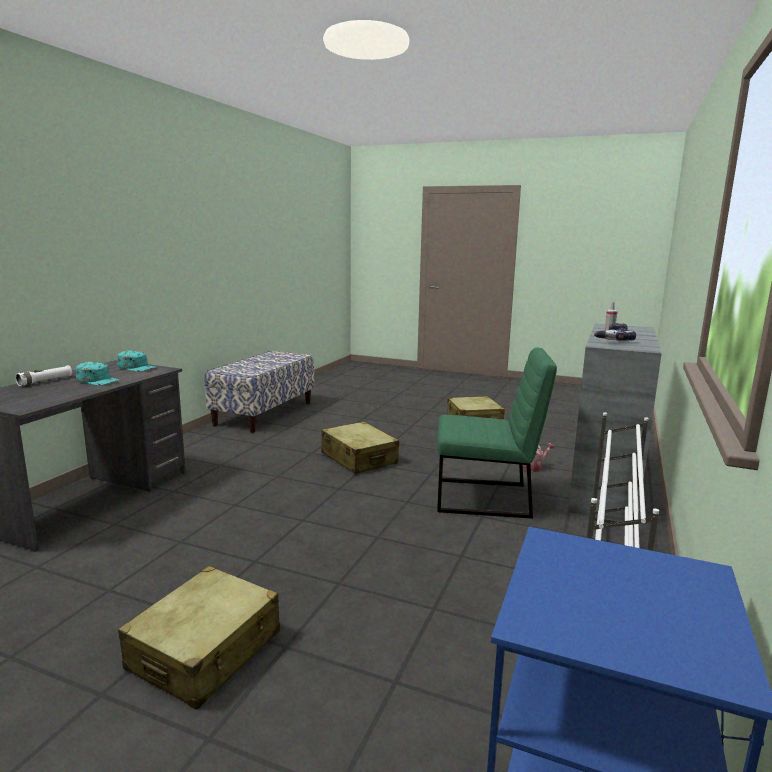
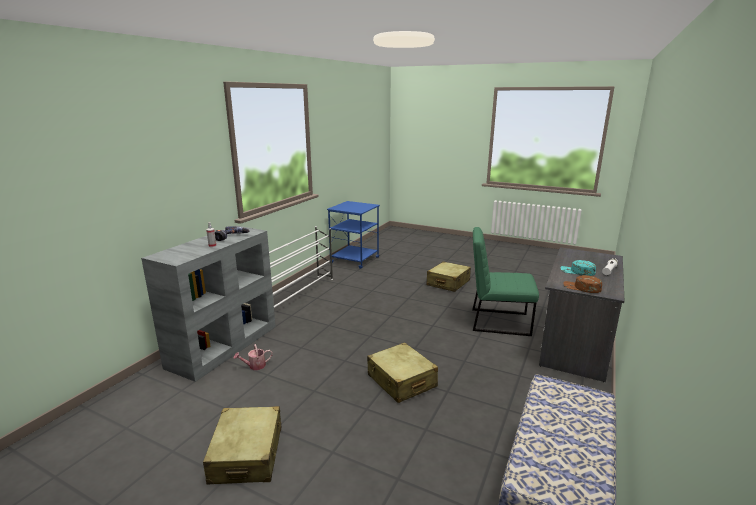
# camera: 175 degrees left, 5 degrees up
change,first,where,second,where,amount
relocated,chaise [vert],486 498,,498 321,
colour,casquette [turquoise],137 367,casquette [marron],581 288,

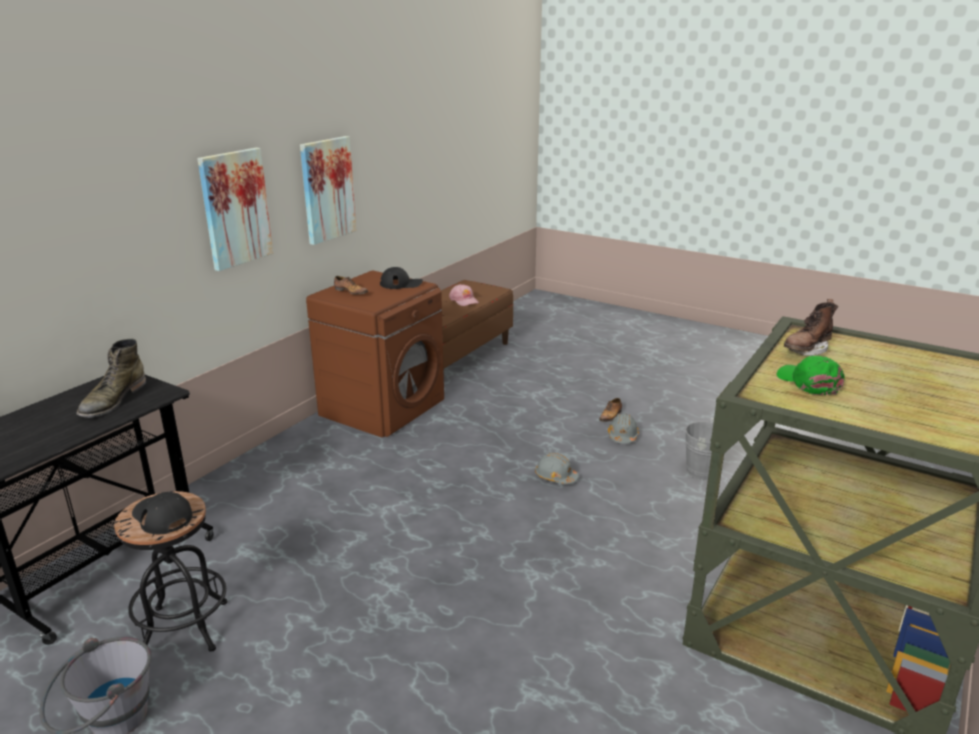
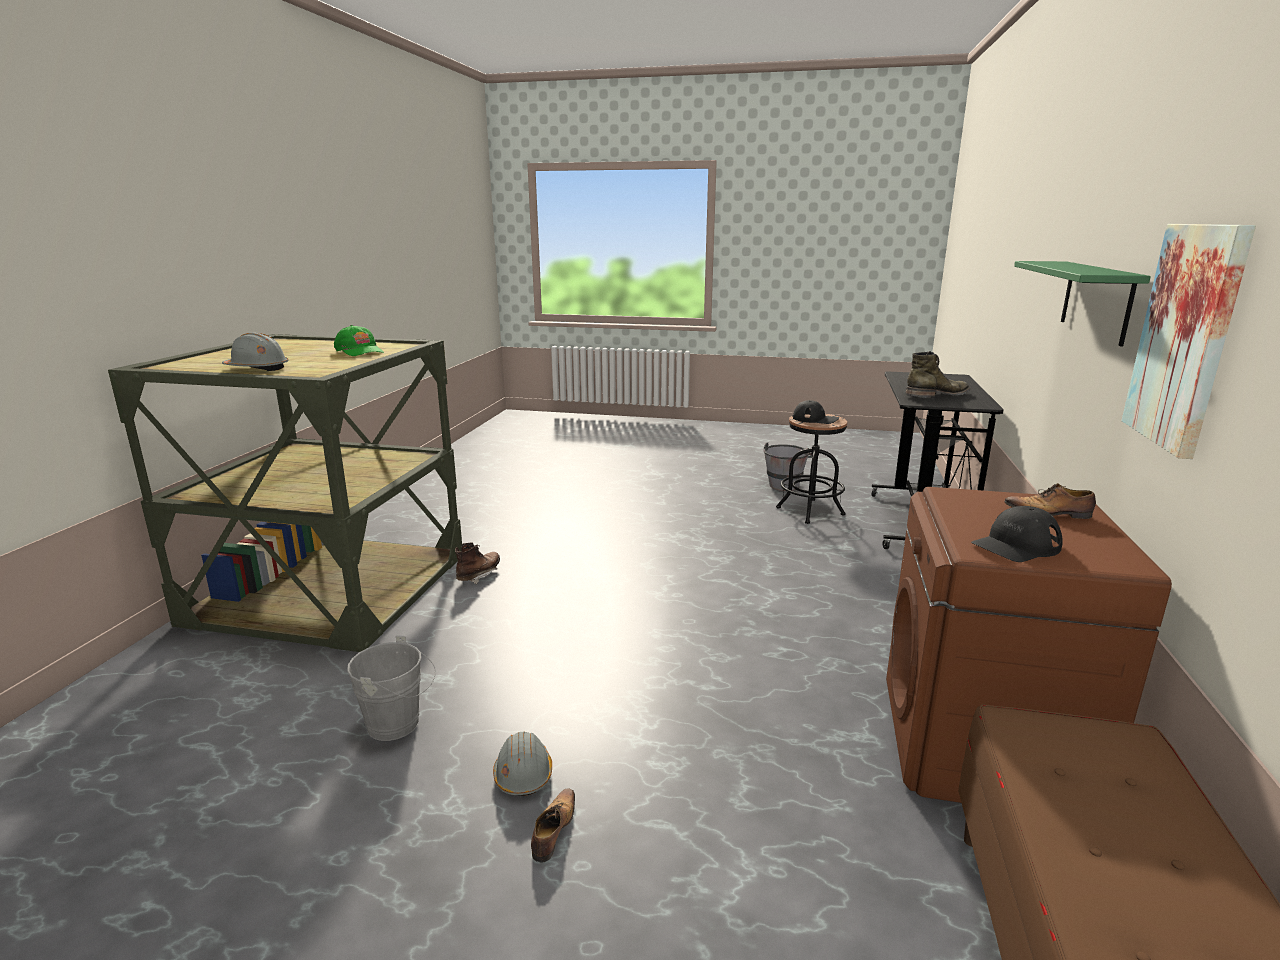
# camera: 160 degrees right, 5 degrees down
change,first,where,second,where,amount
missing,casquette [rose],464 300,,,
relocated,casque de chantier [gris],555 477,,257 368,
relocated,botte [marron],806 350,,479 575,
exchanged,tableau,235 208,étagère [vert],1096 300,
spun,botte [vert],113 400,,938 395,75 degrees clockwise

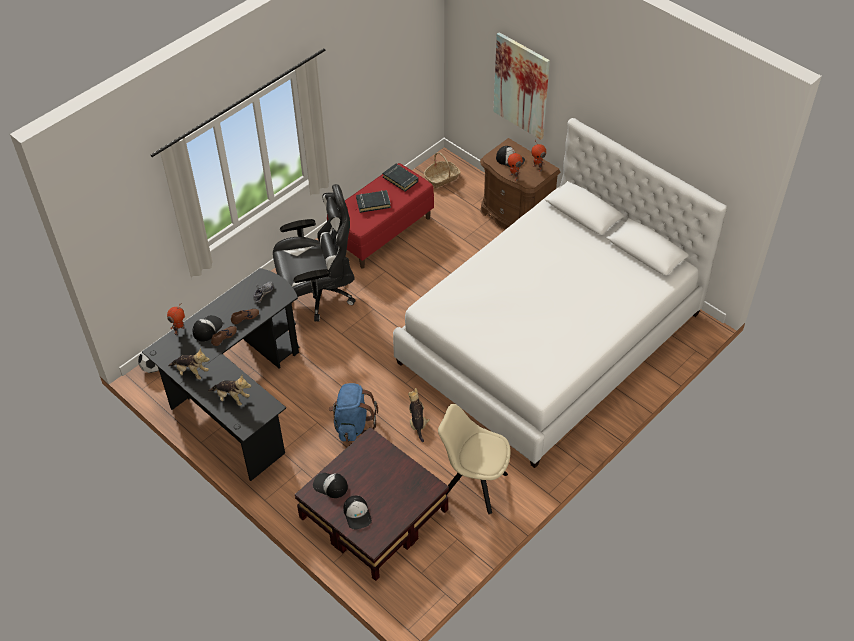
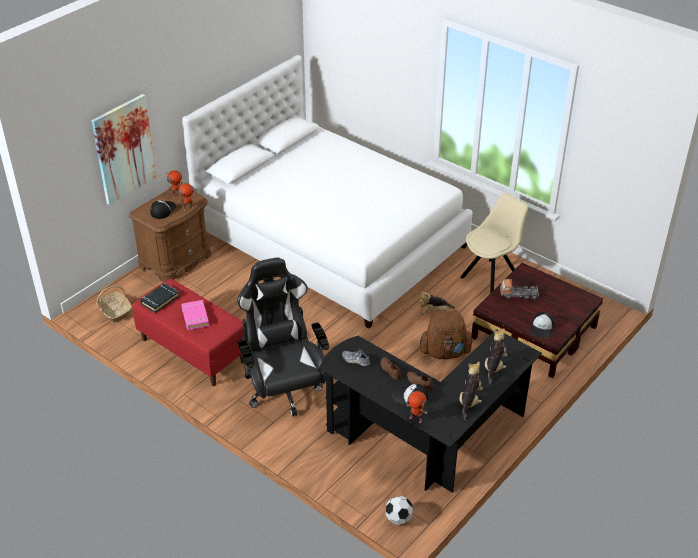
# camera: 95 degrees left, 10 degrees down
change,first,where,second,where,amount
missing,casquette,357 514,,,
appeared,,,camion jouet,519 294,
colour,sac à dos [bleu],353 425,sac à dos [marron],445 352,
colour,livre [noir],373 203,livre [rose],195 317,
spun,chaise [beige],473 485,,491 277,150 degrees counterclockwise

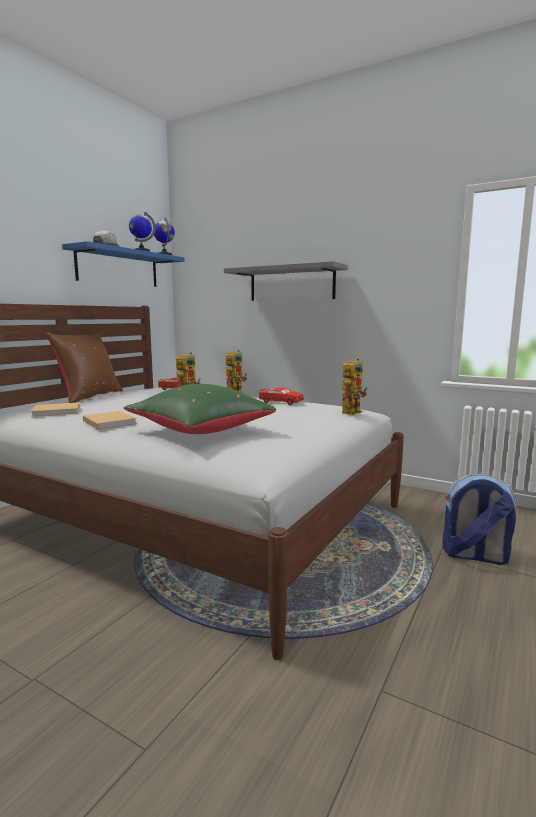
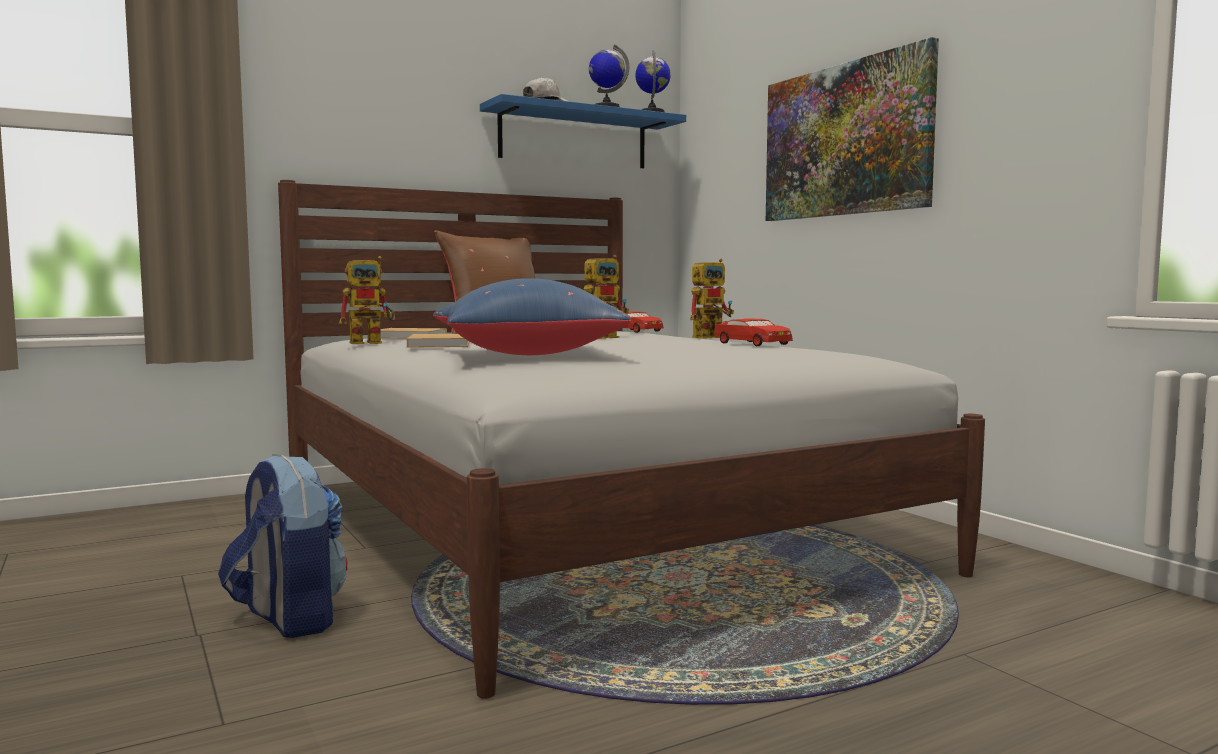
# camera: 30 degrees right, 5 degrees down
change,first,where,second,where,amount
relocated,robot jouet,352 411,,373 342,
relocated,sac à dos,474 556,,288 619,
exchanged,étagère [gris],291 284,tableau,845 140,
colour,coussin [vert],199 431,coussin [bleu],524 355,

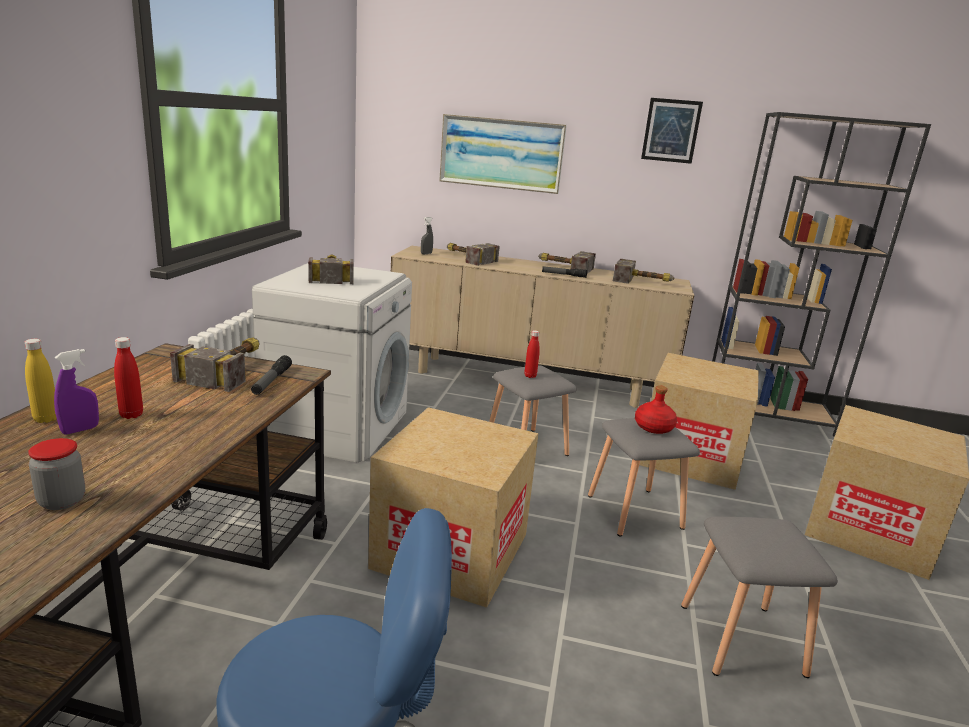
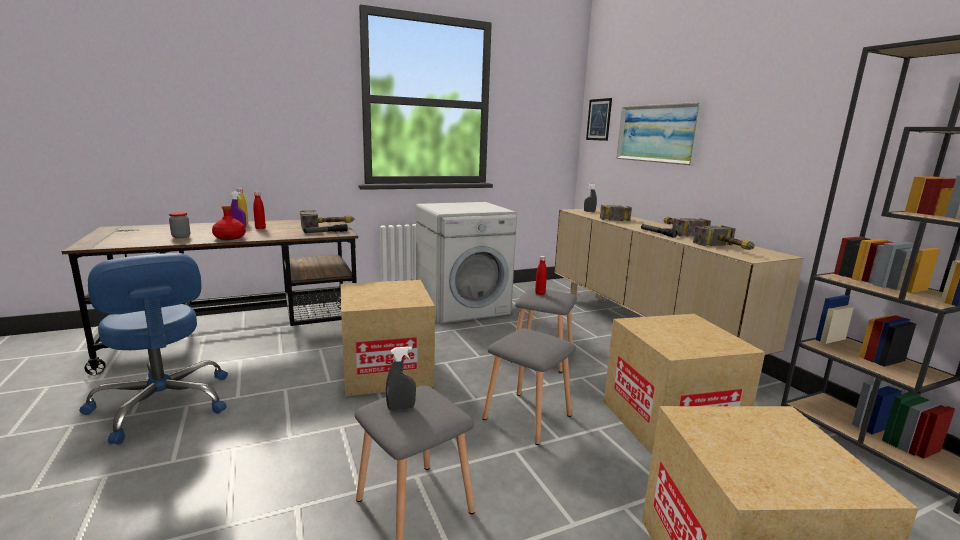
# camera: 55 degrees right, 5 degrees down
change,first,where,second,where,amount
missing,marteau,331 275,,,
appeared,,,vaporisateur [gris],401 408,
relocated,bouteille [rouge],654 427,,229 237,
relocated,tableau,671 130,,599 119,

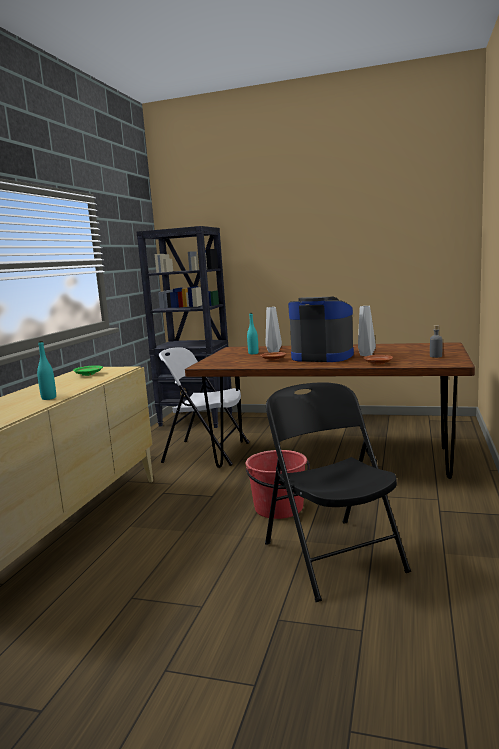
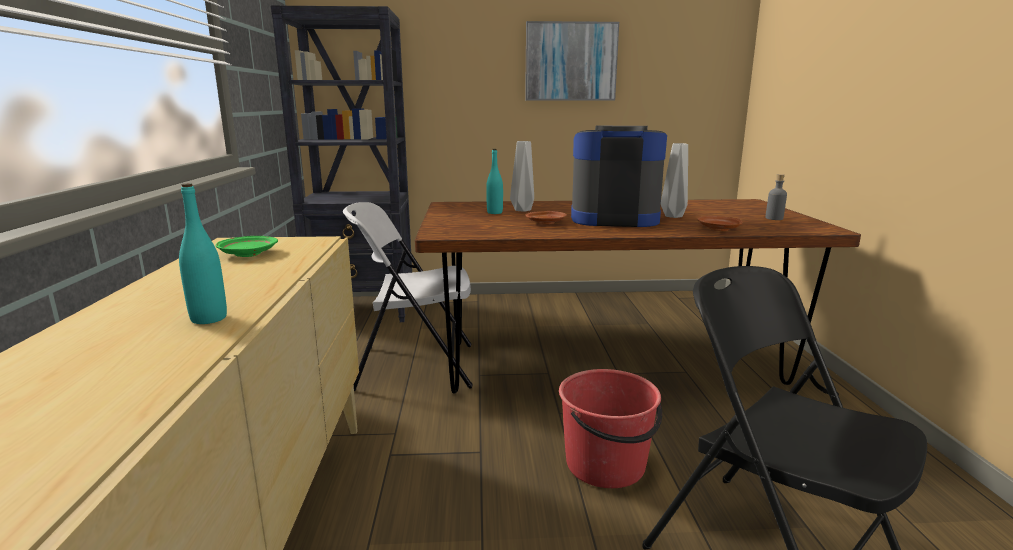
# camera: 20 degrees left, 5 degrees up
change,first,where,second,where,amount
appeared,,,tableau,570 62,

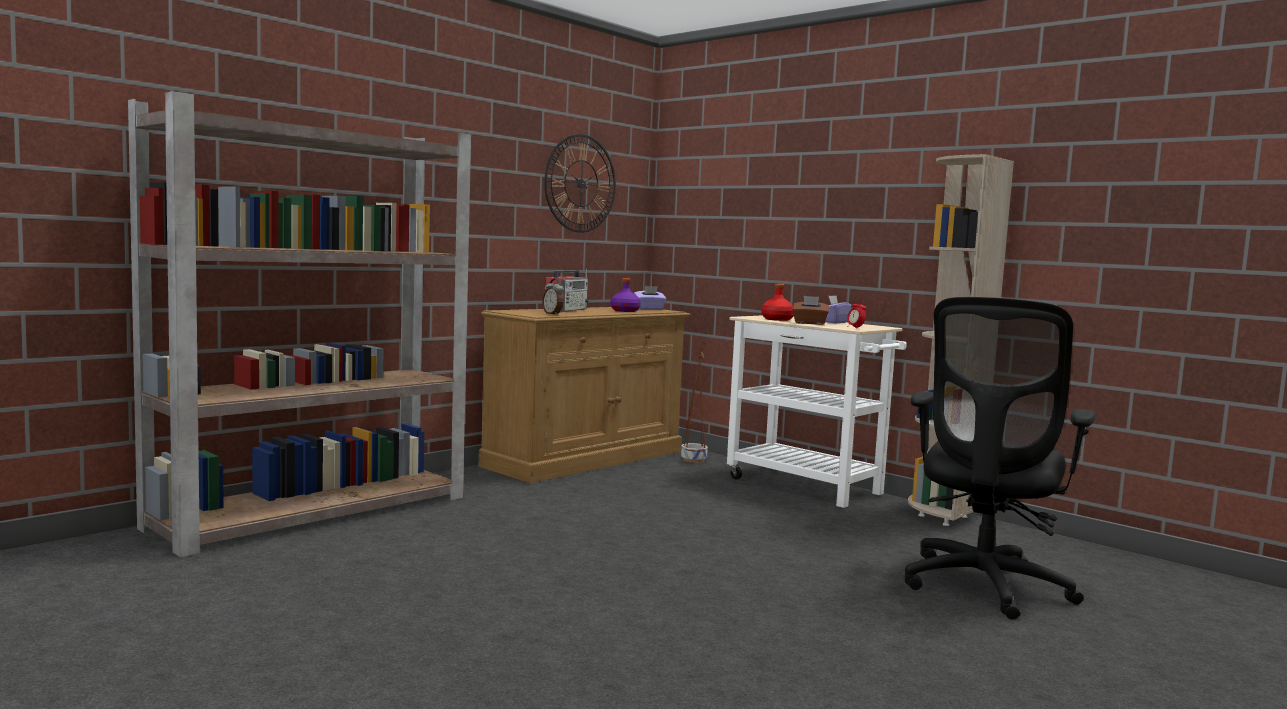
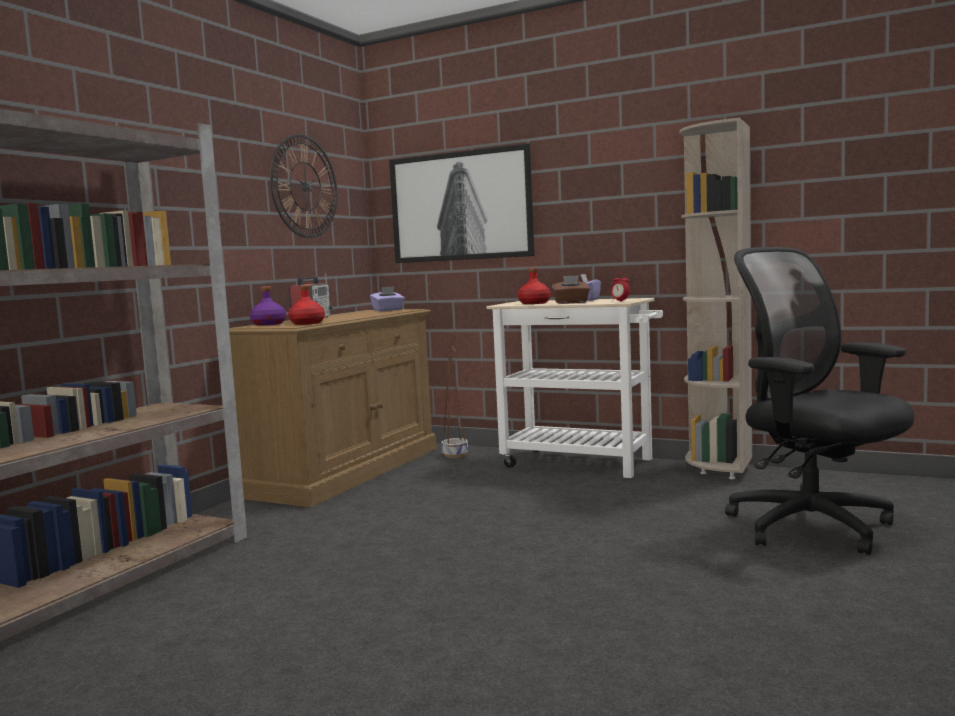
# camera: 15 degrees left, 0 degrees up
change,first,where,second,where,amount
appeared,,,tableau,461 206,
relocated,bouteille [violet],625 311,,269 324,
exchanged,réveil,553 314,bouteille [rouge],307 323,
spun,chaise de bureau [noir],983 582,,819 528,135 degrees clockwise

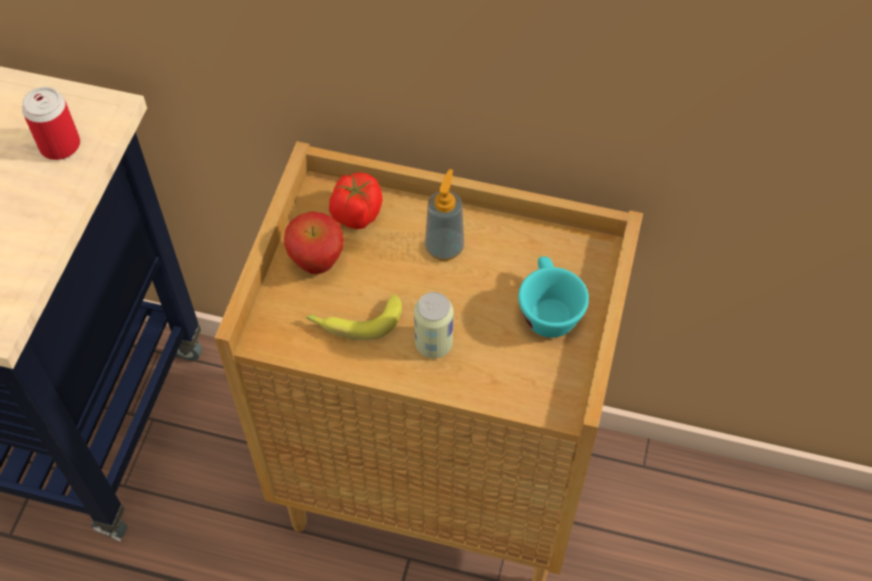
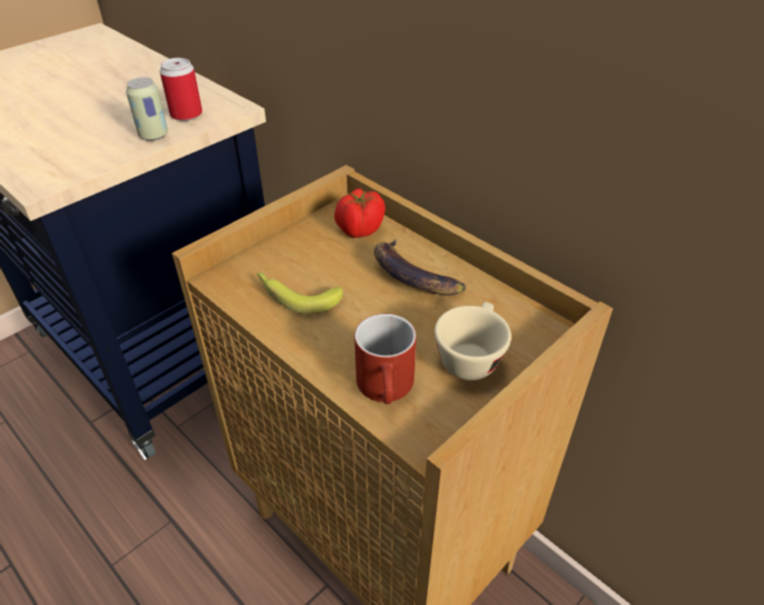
# camera: 30 degrees right, 15 degrees down
change,first,where,second,where,amount
missing,pomme,317 264,,,
appeared,,,mug [rouge],388 389,
relocated,boîte métallique,433 343,,153 135,
exchanged,distributeur de savon,444 247,banane,412 276,
colour,tasse [turquoise],547 310,tasse [beige],470 356,

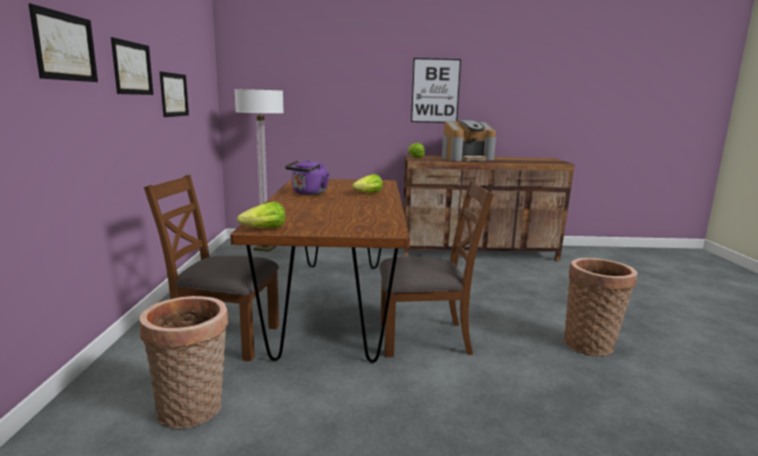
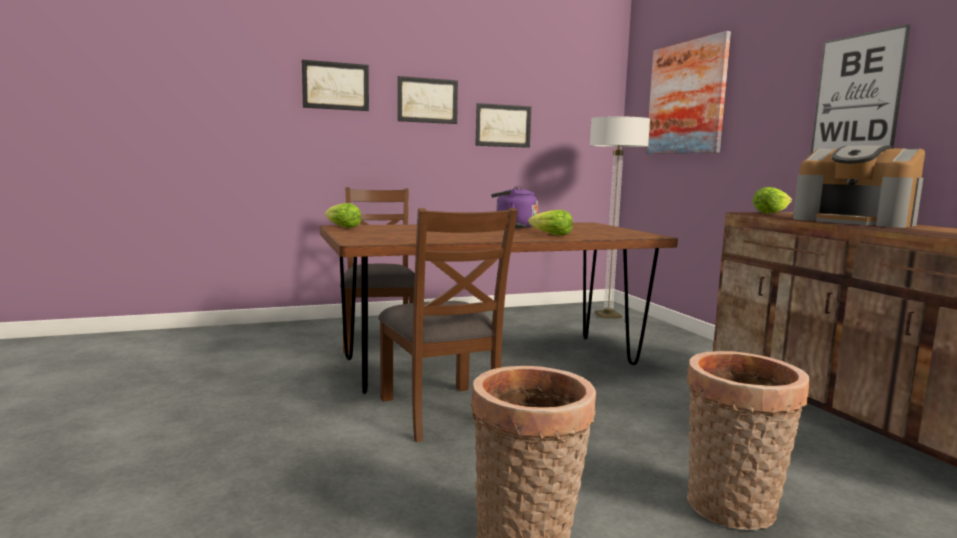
# camera: 70 degrees right, 5 degrees down
change,first,where,second,where,amount
appeared,,,tableau,686 98,
relocated,panier,193 411,,732 510,

